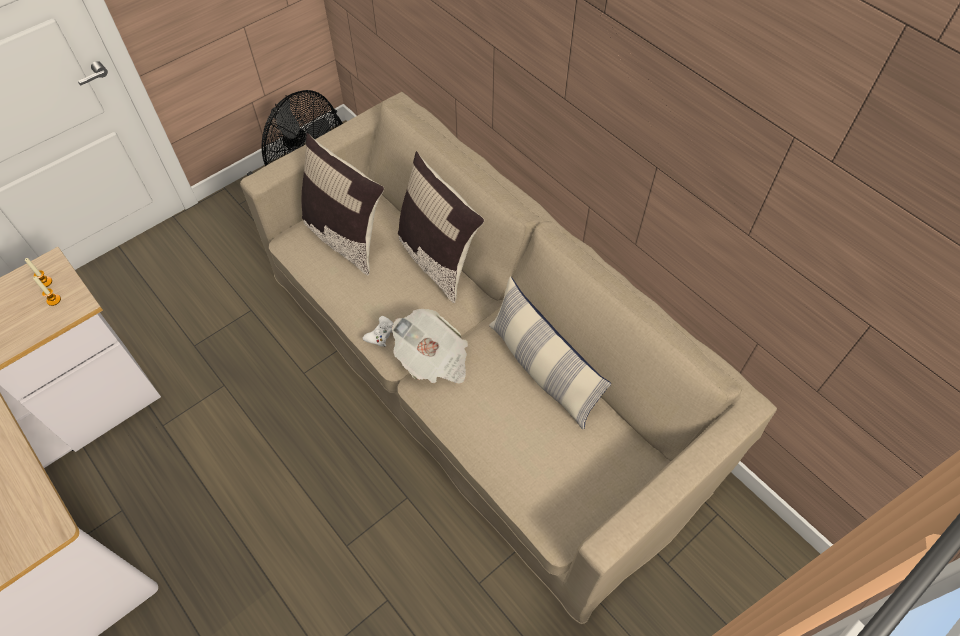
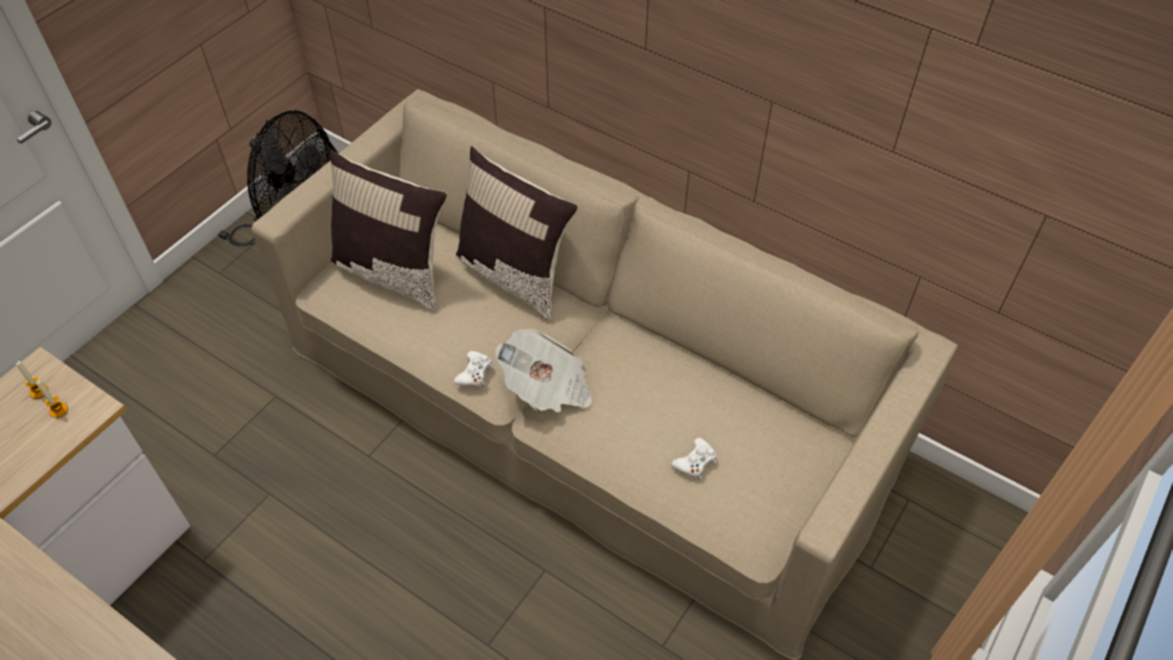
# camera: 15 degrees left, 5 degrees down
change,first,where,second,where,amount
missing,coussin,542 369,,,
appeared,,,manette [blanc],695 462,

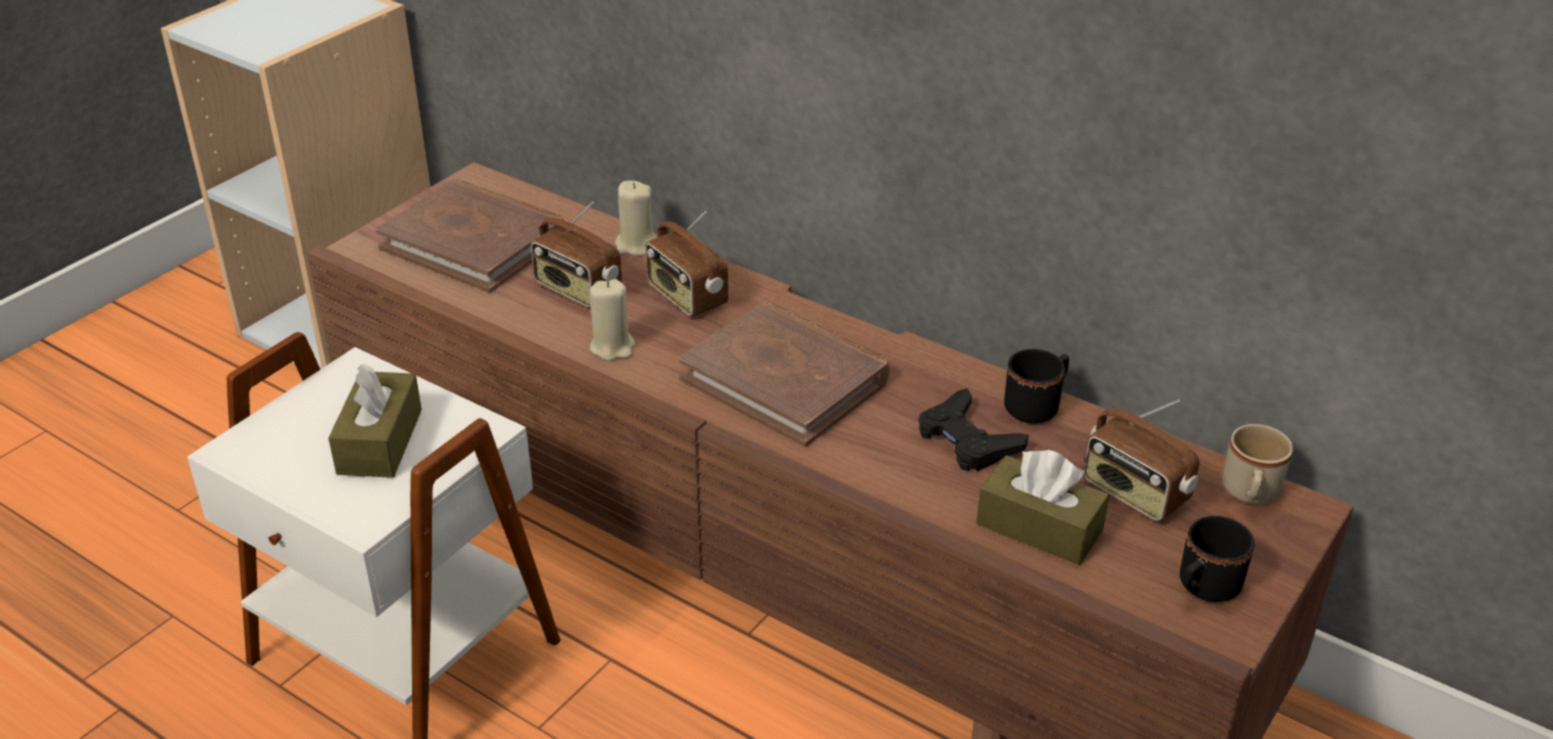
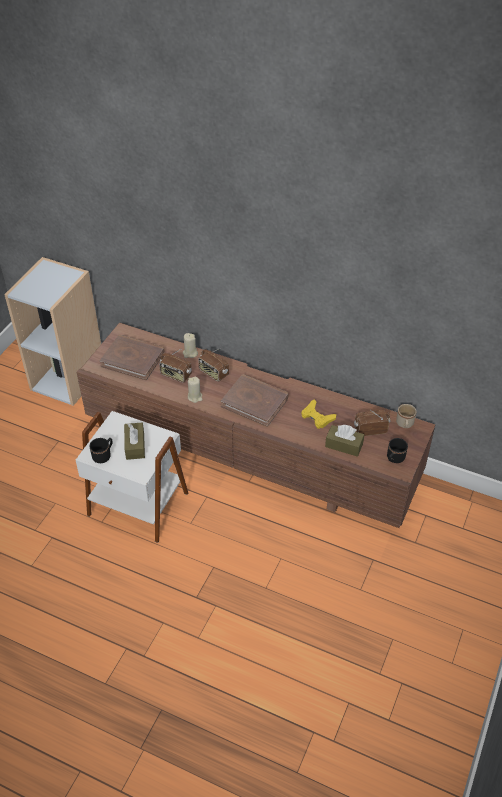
# camera: 10 degrees left, 10 degrees up
change,first,where,second,where,amount
relocated,mug [noir],1037 406,,103 455,
colour,manette [noir],967 440,manette [jaune],317 417,
spun,radio,1133 494,,370 429,135 degrees clockwise

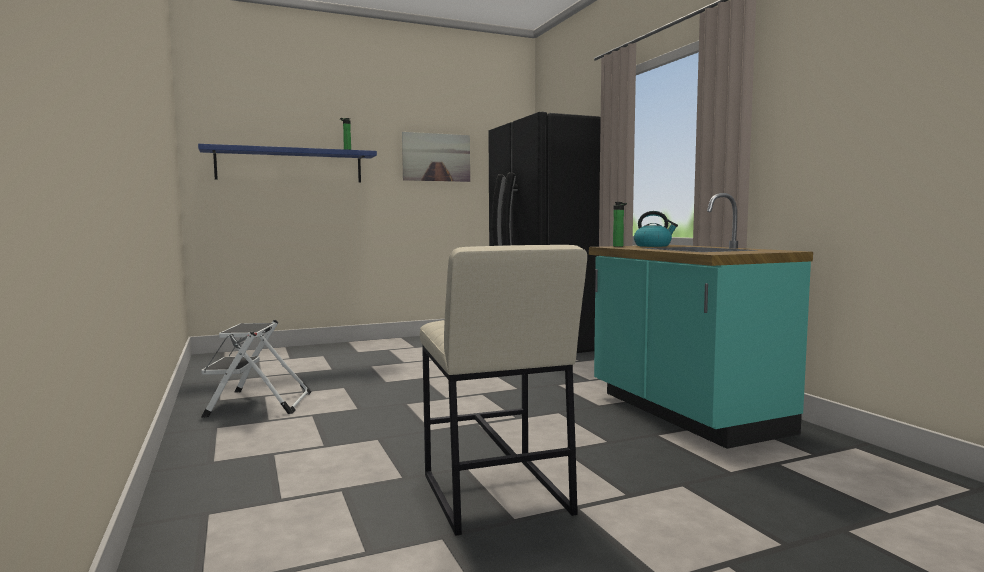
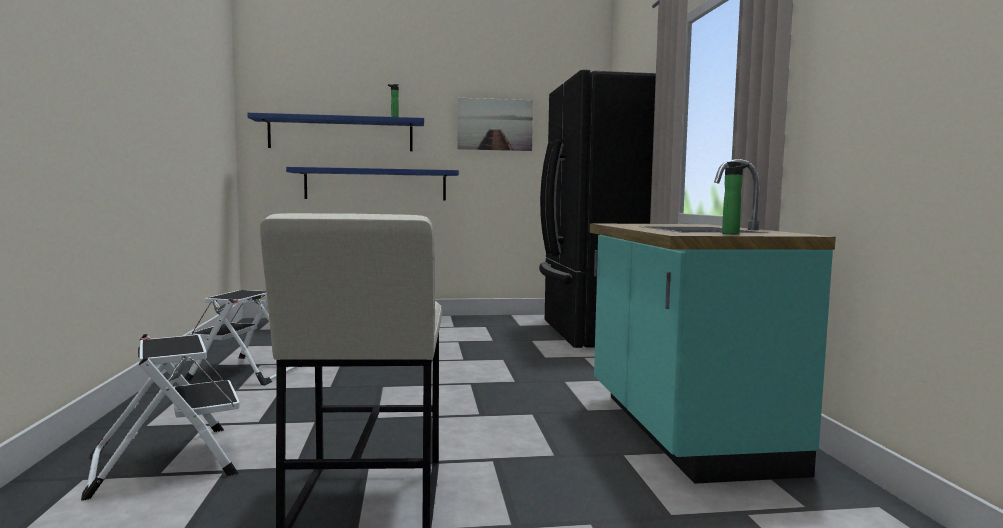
# camera: 15 degrees right, 0 degrees up
change,first,where,second,where,amount
missing,bouilloire,653 246,,,
appeared,,,escabeau,166 461,
appeared,,,étagère [bleu],376 184,
relocated,bouteille,619 246,,732 233,

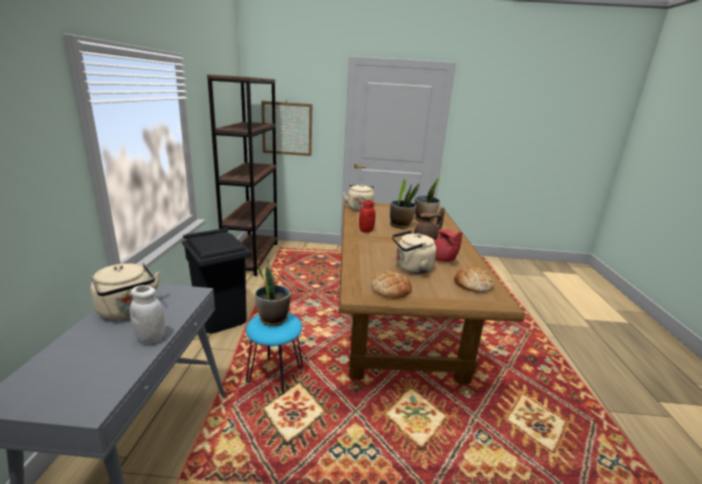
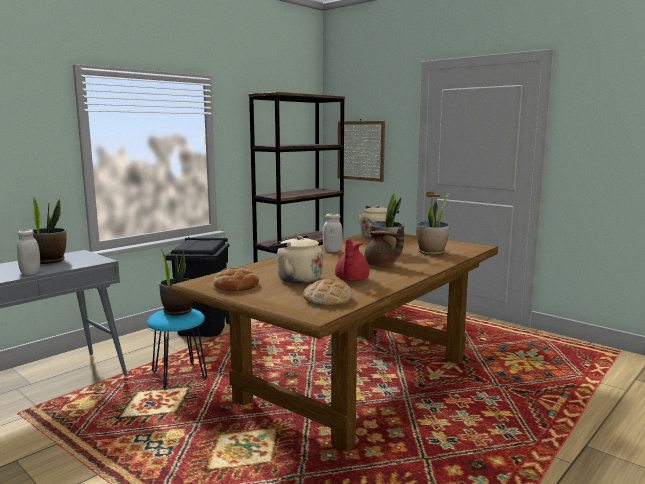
# camera: 40 degrees right, 10 degrees down
change,first,where,second,where,amount
exchanged,bouilloire [beige],128 311,plante en pot,49 261,
colour,bocal [rouge],366 231,bocal [blanc],332 251,

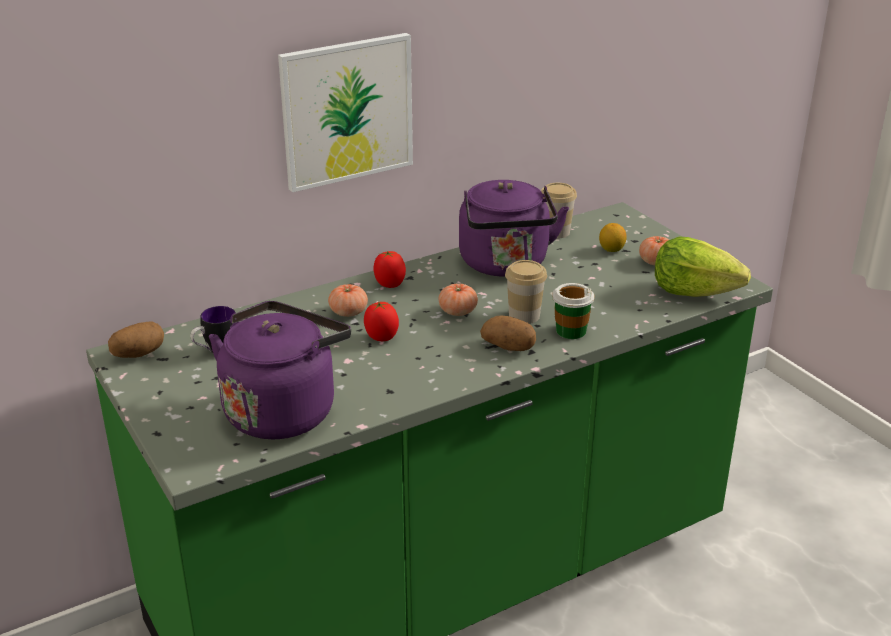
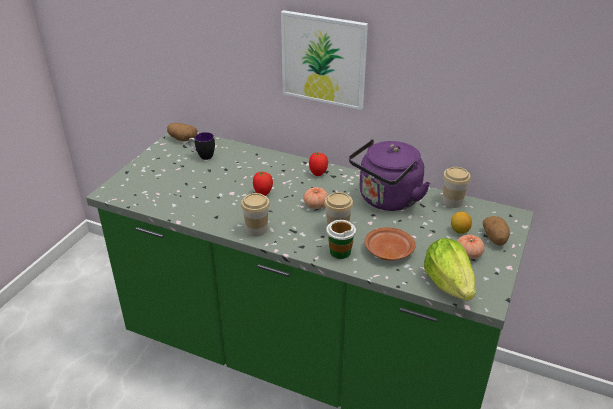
# camera: 55 degrees right, 5 degrees up
change,first,where,second,where,amount
missing,bouilloire [violet],283 410,,,
missing,tomate,348 312,,,
appeared,,,tasse,256 230,
appeared,,,assiette [marron],388 251,
relocated,pomme de terre,509 347,,495 238,

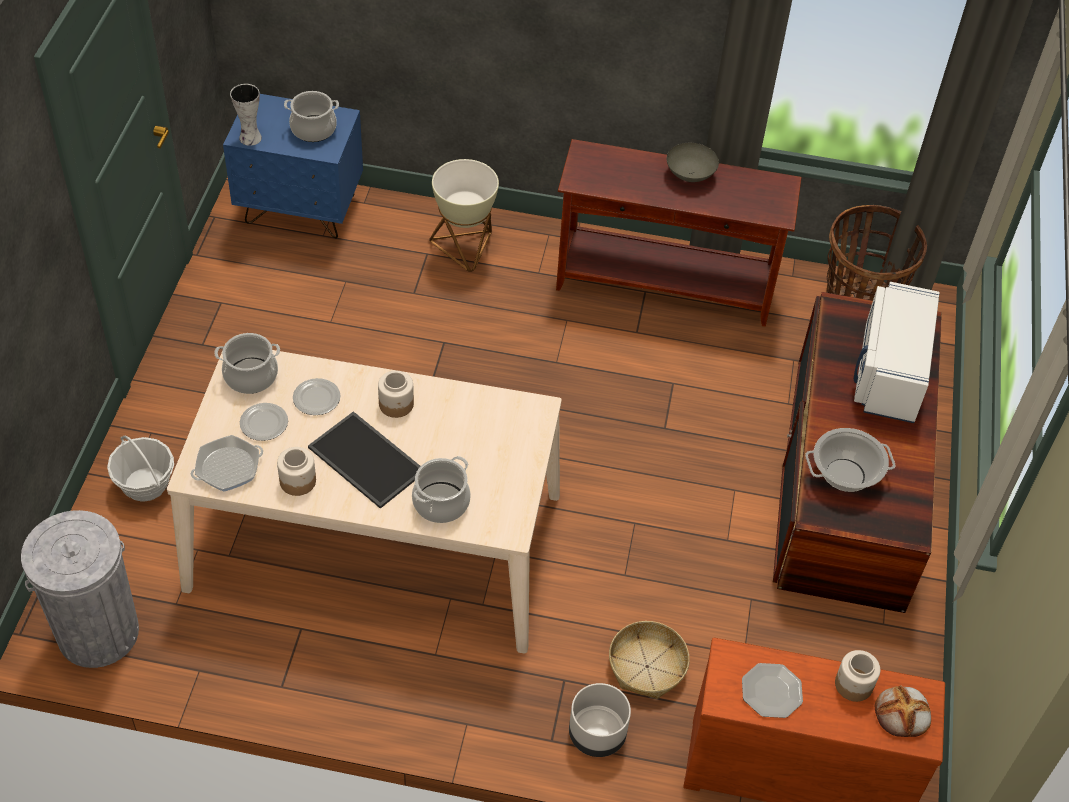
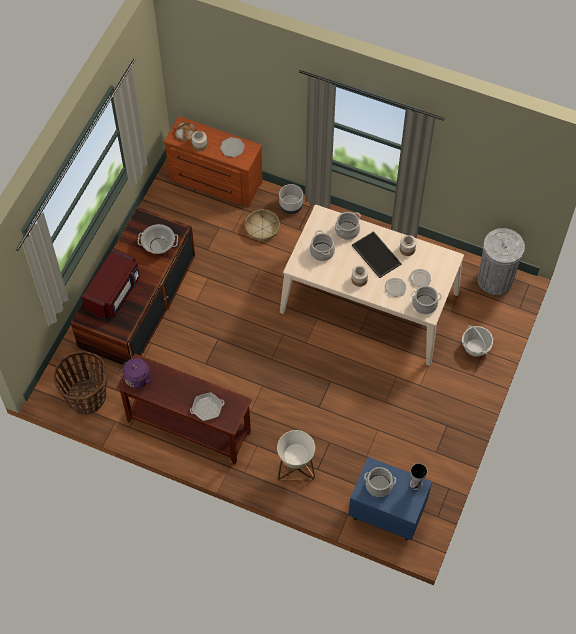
# camera: 165 degrees left, 10 degrees up
change,first,where,second,where,amount
missing,bol [gris],690 174,,,
appeared,,,bouilloire [violet],136 379,
appeared,,,marmite,322 251,
relocated,poêle,228 468,,207 408,
colour,micro-ondes [blanc],888 372,micro-ondes [rouge],114 293,

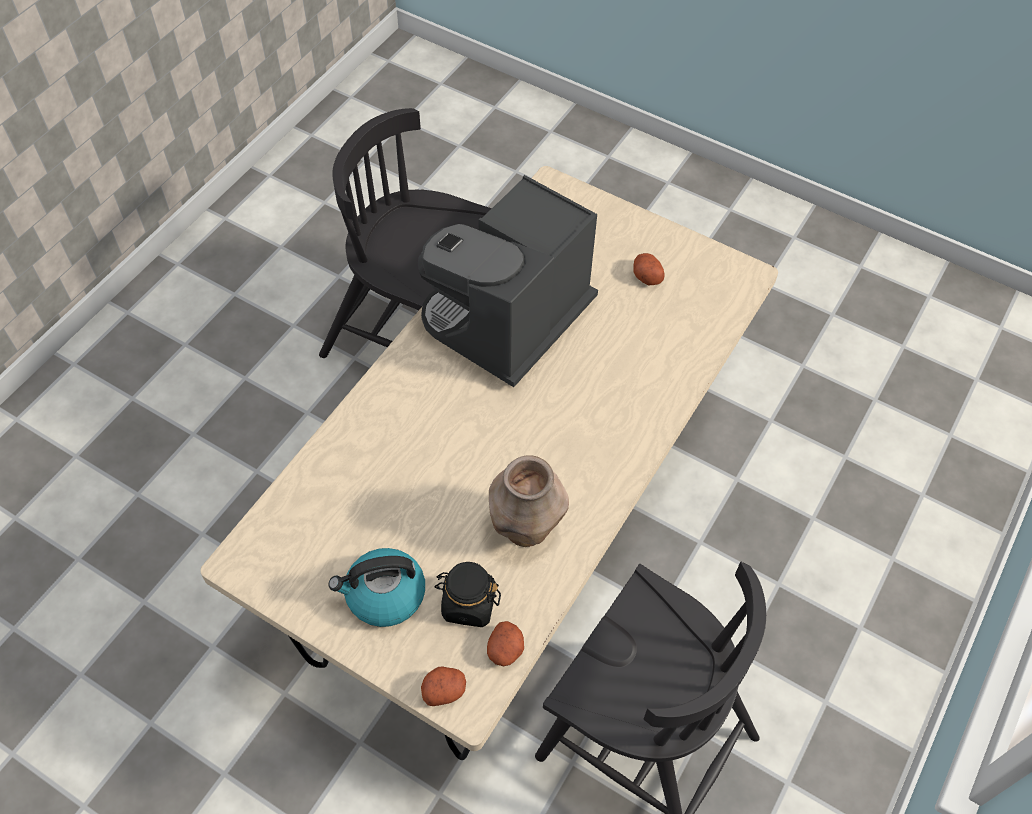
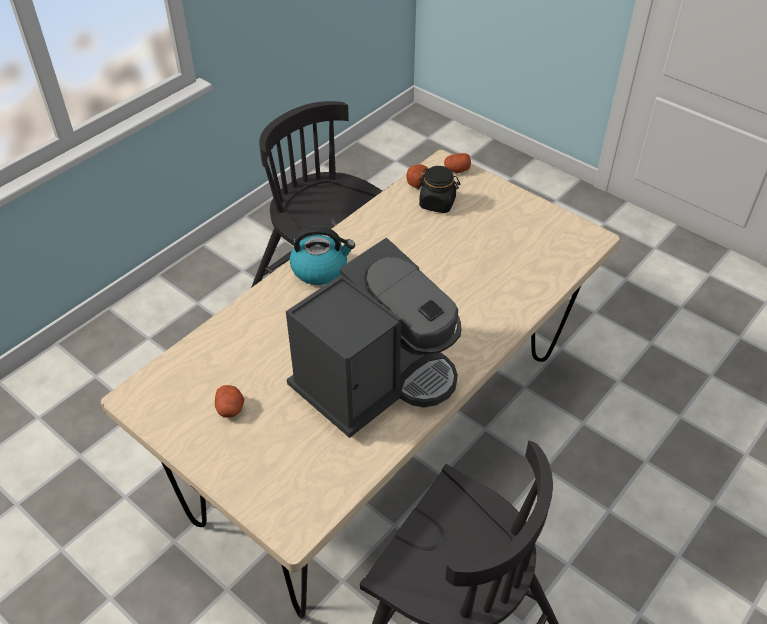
# camera: 170 degrees left, 10 degrees down
change,first,where,second,where,amount
missing,vase [marron],525 529,,,
relocated,bouilloire,384 595,,320 269,

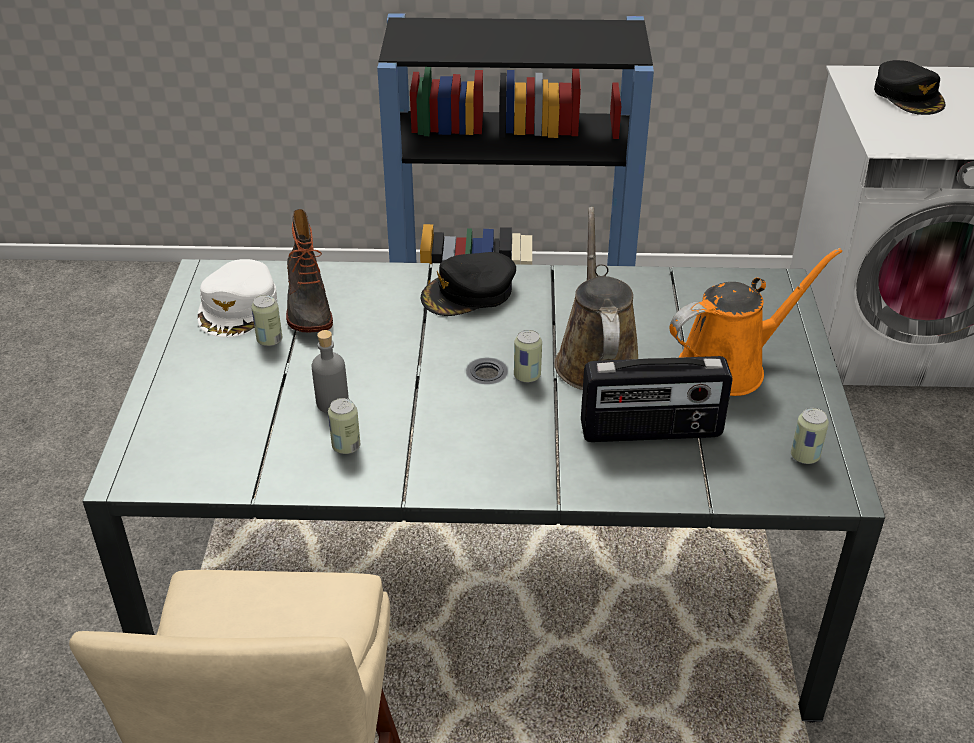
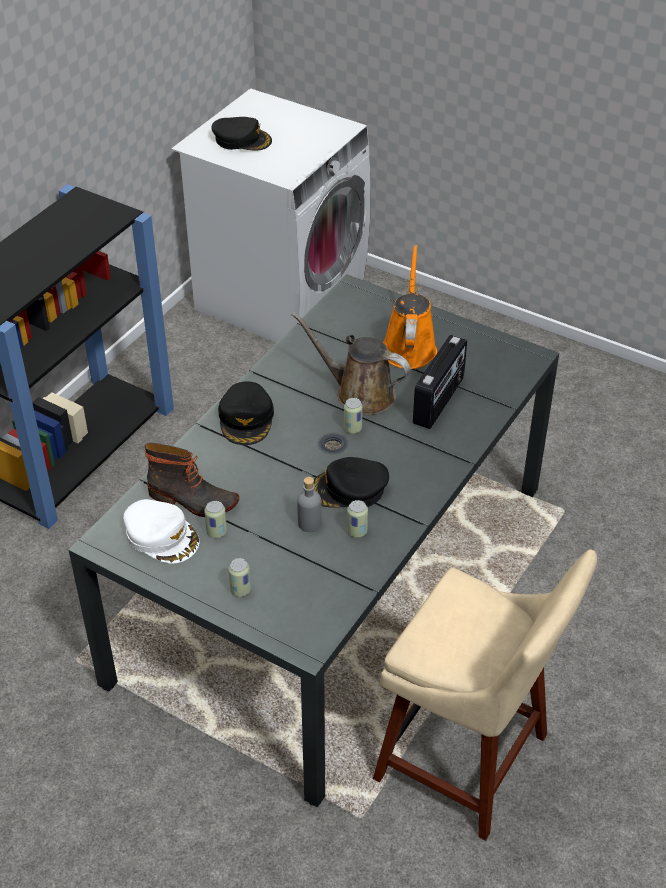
# camera: 60 degrees left, 5 degrees up
change,first,where,second,where,amount
appeared,,,casquette [noir],349 489,
relocated,boîte métallique,805 456,,240 590,

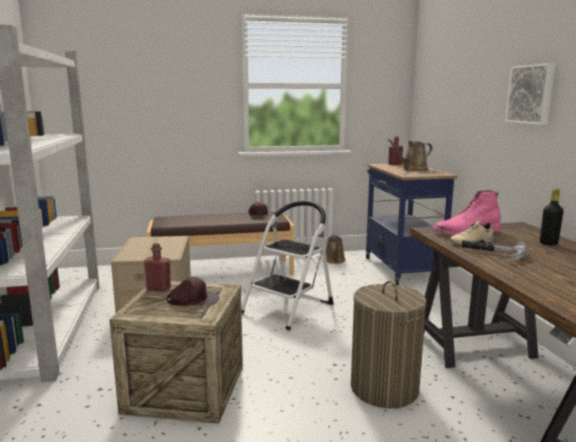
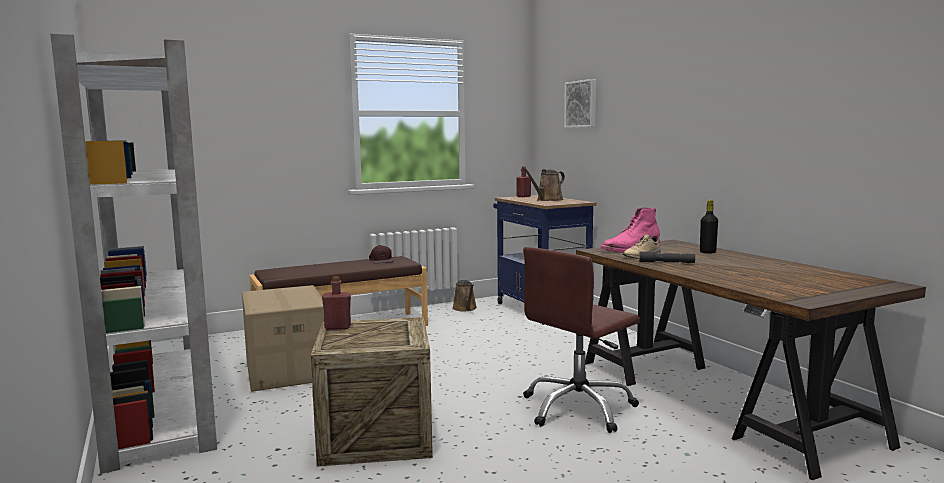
# camera: 15 degrees left, 5 degrees down
change,first,where,second,where,amount
missing,casquette [marron],193 300,,,
missing,escabeau,289 308,,,
relocated,tableau,531 94,,582 104,
exchanged,panier à linge,384 388,chaise de bureau [marron],579 408,
exchanged,marteau,491 254,lampe de poche [gris],666 262,

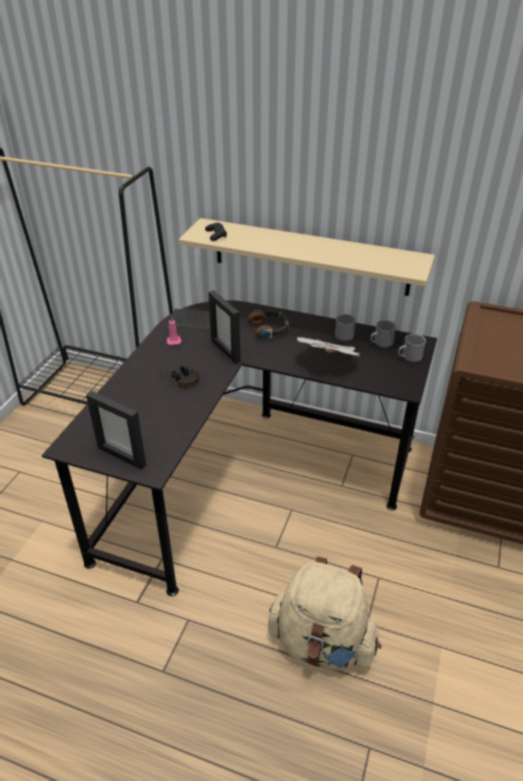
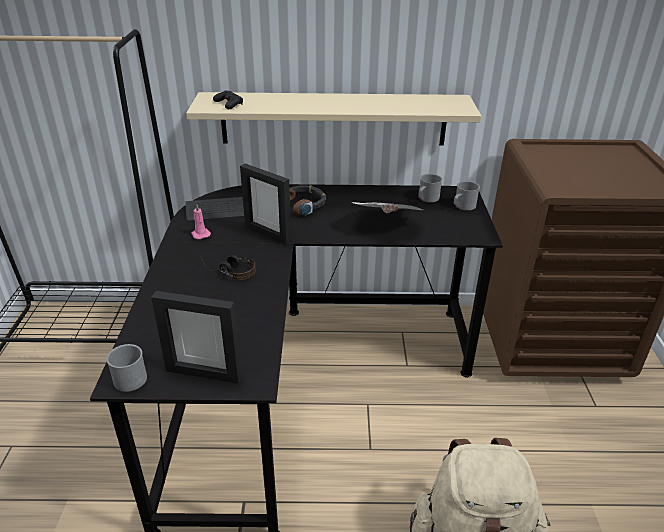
# camera: 20 degrees left, 5 degrees down
change,first,where,second,where,amount
relocated,mug [gris],344 333,,130 376,

